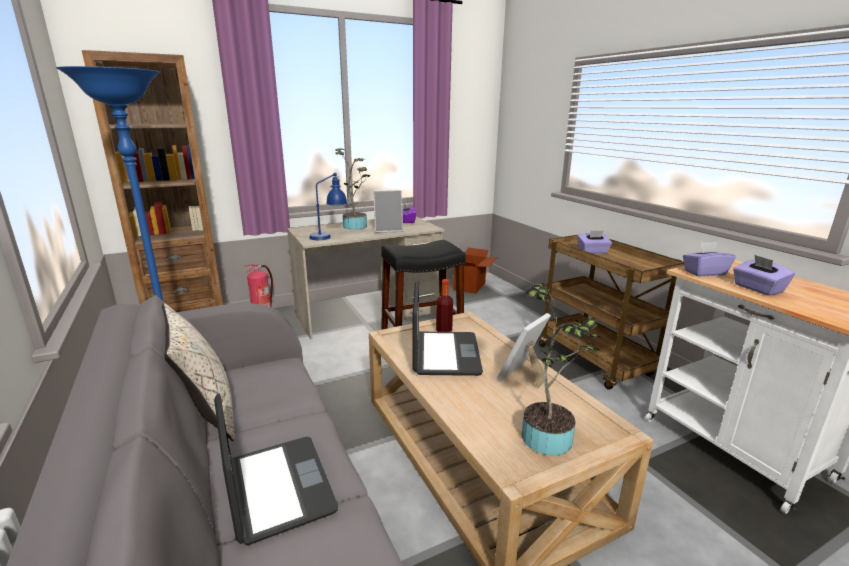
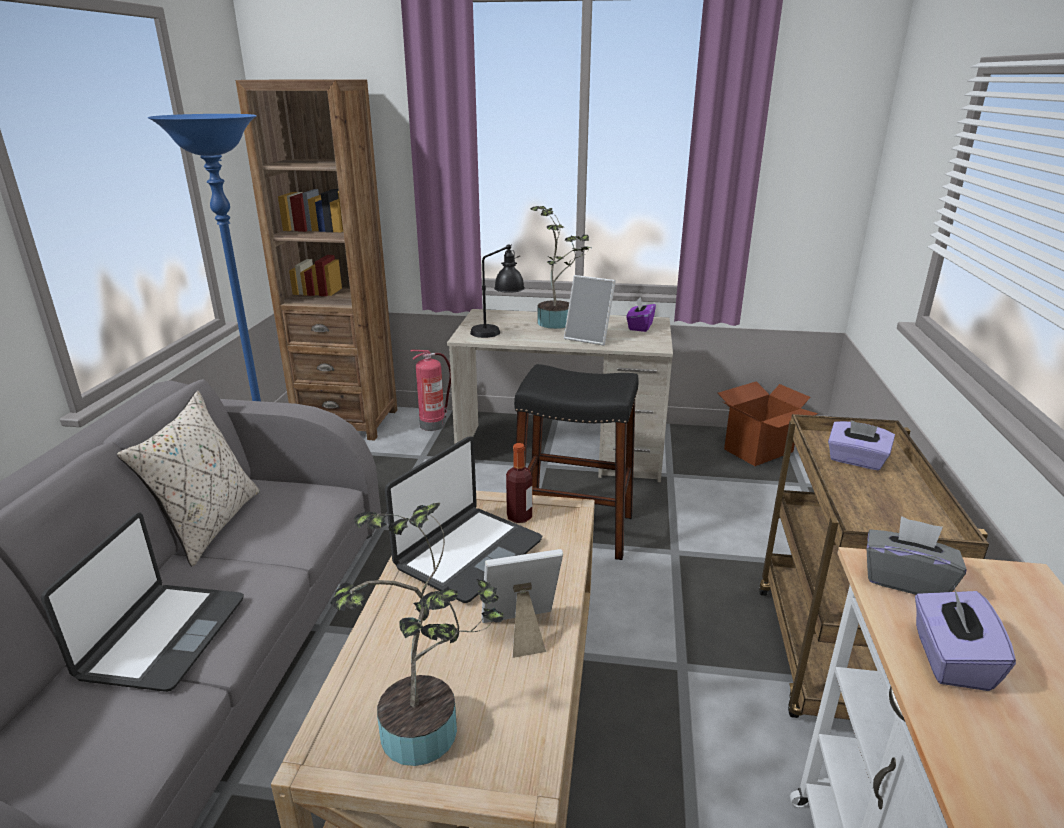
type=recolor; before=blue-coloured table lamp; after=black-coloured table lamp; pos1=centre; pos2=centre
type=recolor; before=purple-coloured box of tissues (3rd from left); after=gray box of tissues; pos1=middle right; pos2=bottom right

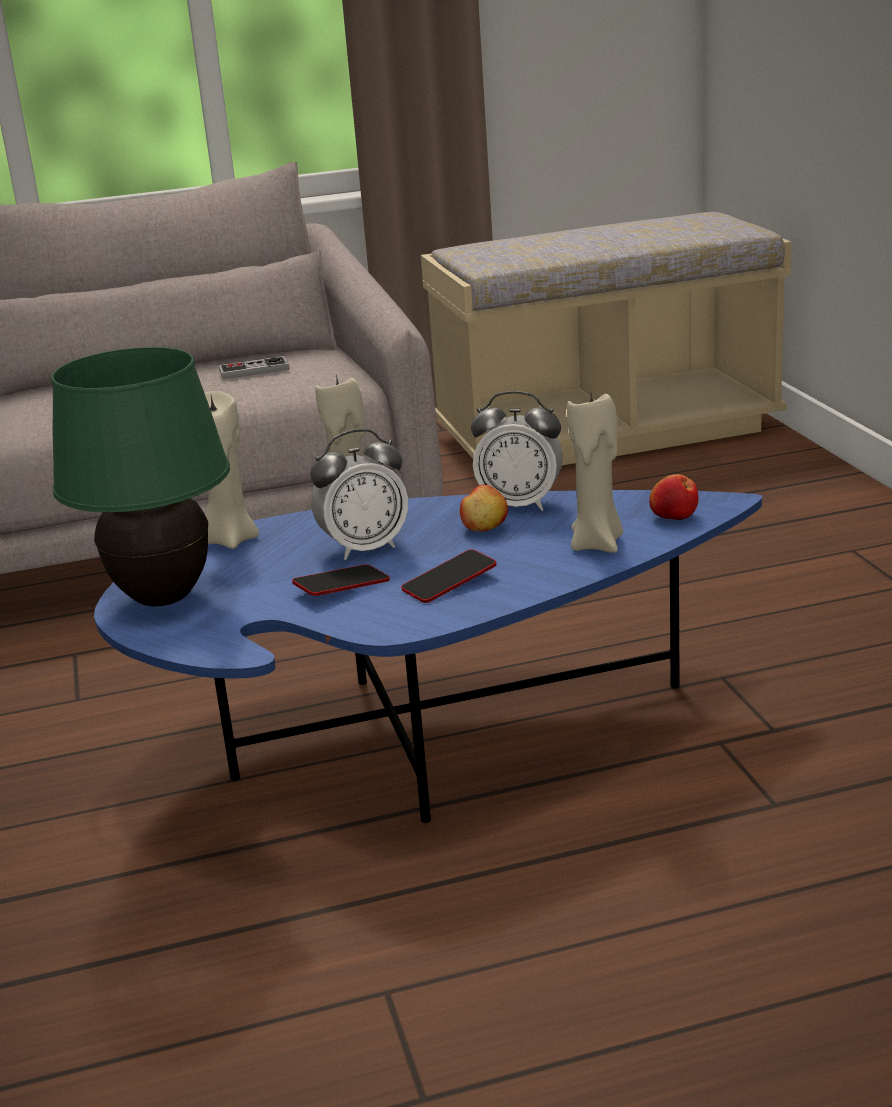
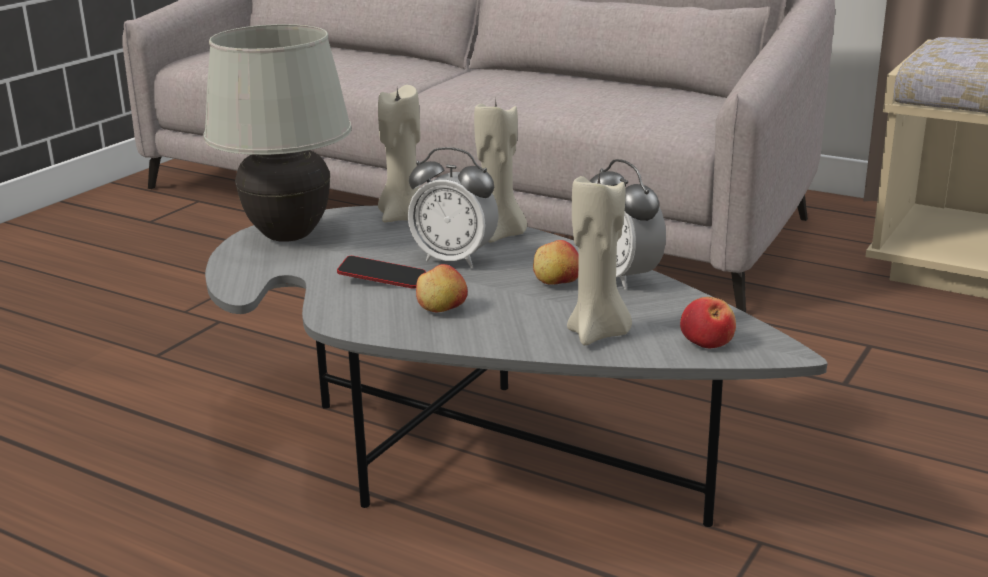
type=recolor; before=green-coloured table lamp; after=white-coloured table lamp; pos1=middle left; pos2=top left
type=delete; before=joypad; pos1=top left
type=recolor; before=blue-coloured low table; after=gray low table; pos1=centre; pos2=centre
type=replace; before=phone (2nd from left); after=whole apple (1st from left); pos1=centre; pos2=centre

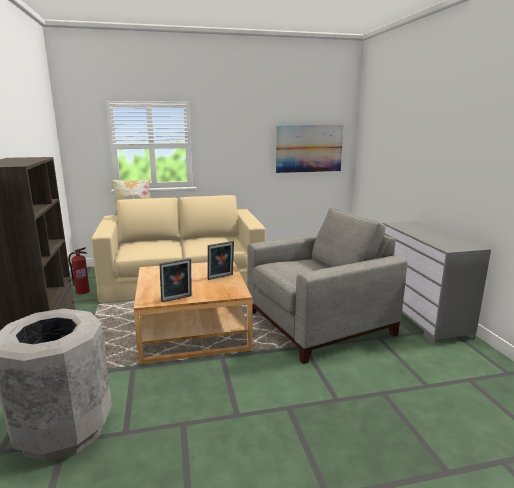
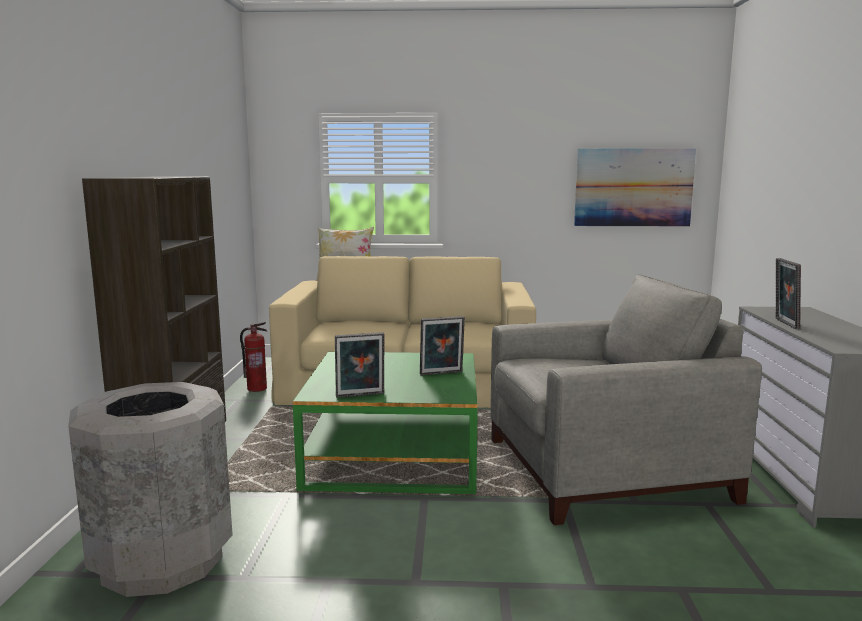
type=recolor; before=sand-coloured low table; after=green-coloured low table; pos1=centre; pos2=bottom centre
type=insert; after=standing frame (3rd from left); pos2=middle right

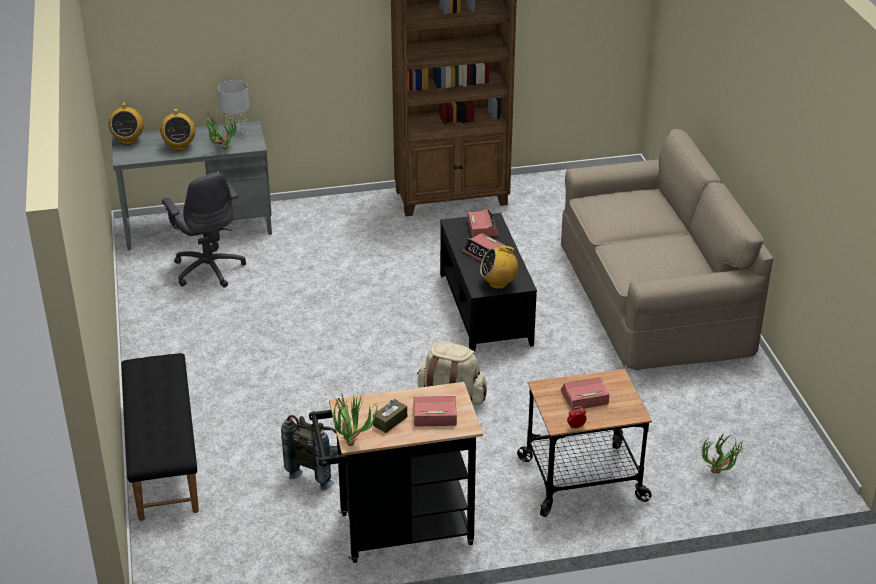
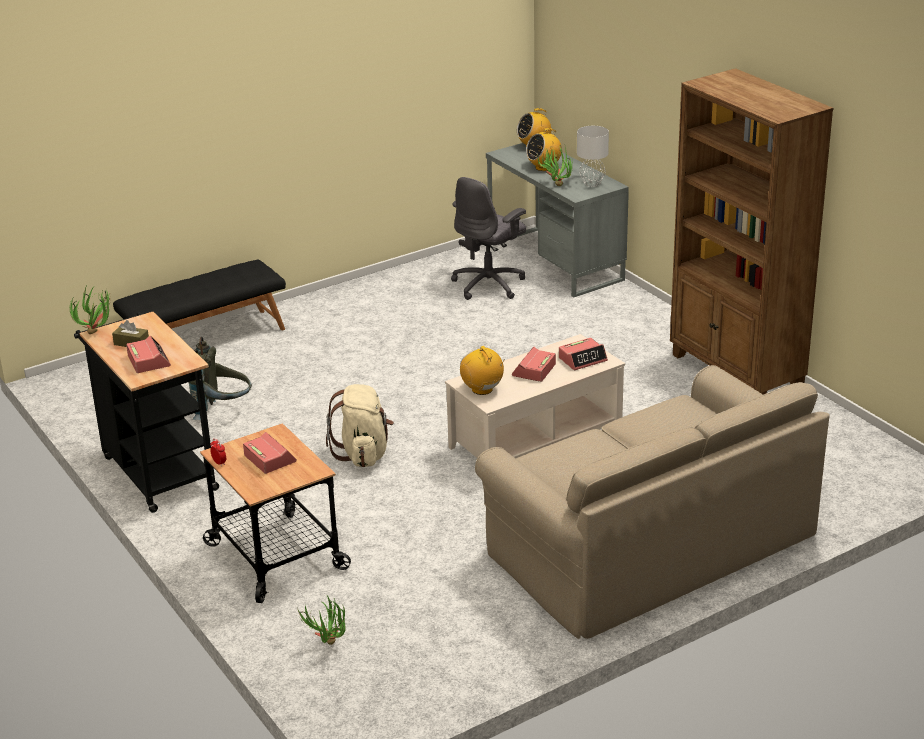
type=recolor; before=black-coloured low table; after=sand-coloured low table; pos1=centre; pos2=centre

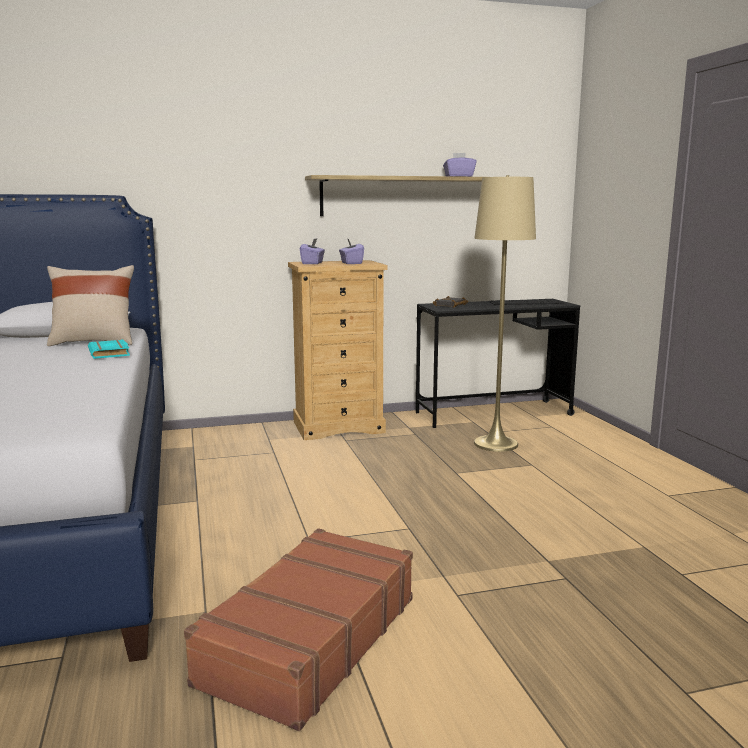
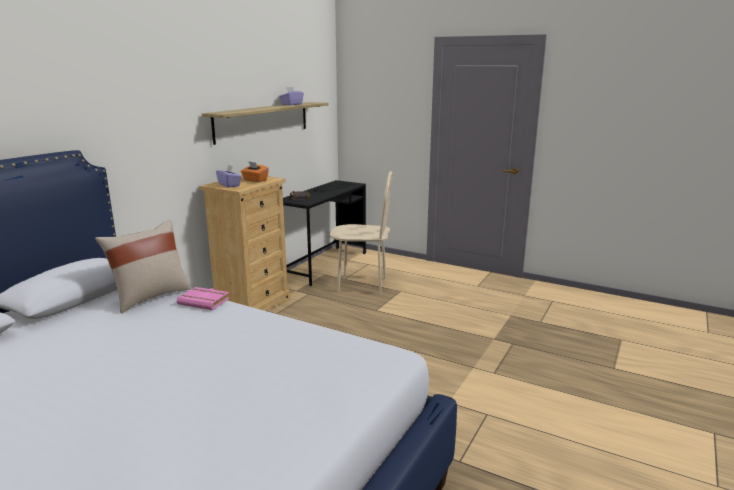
type=replace; before=sand-coloured standing lamp; after=sand-coloured upright chair; pos1=middle right; pos2=centre
type=recolor; before=purple-coloured box of tissues (2nd from left); after=orangey box of tissues; pos1=centre; pos2=centre
type=recolor; before=turquoise-coloured volume; after=pink-coloured volume; pos1=middle left; pos2=middle left
type=delete; before=brown piece of luggage; pos1=bottom centre

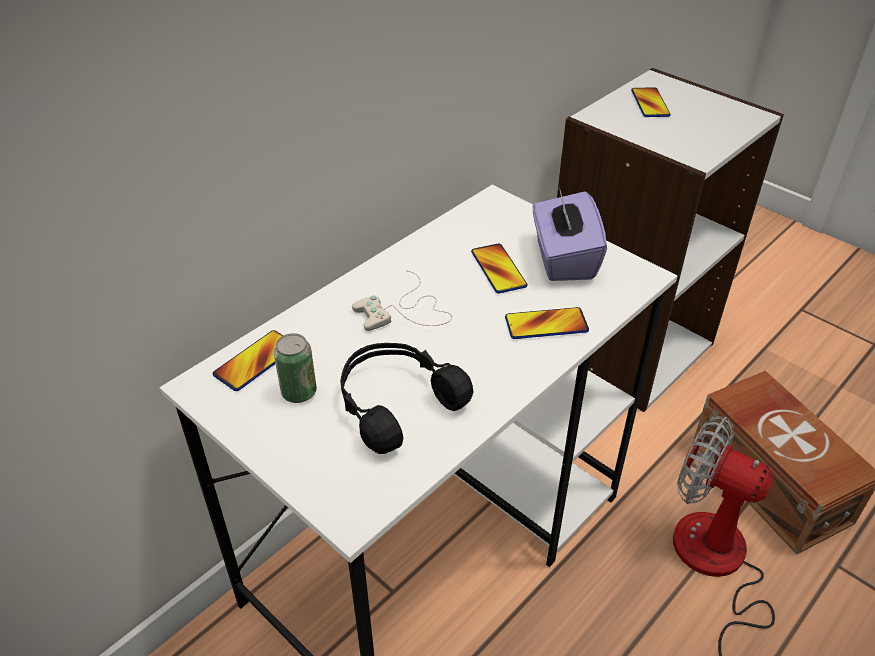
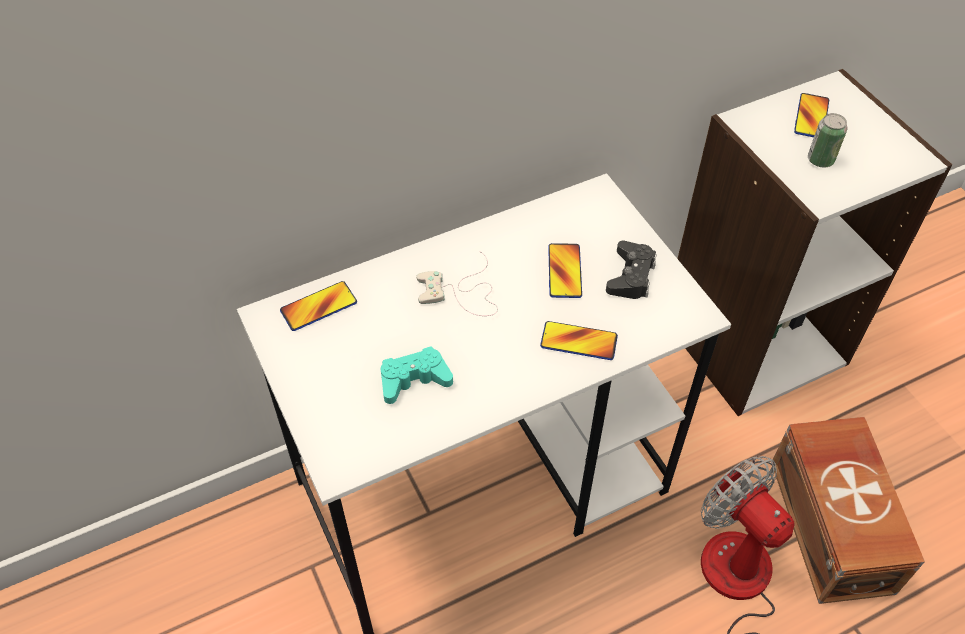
type=replace; before=purple-coloured box of tissues; after=black-coloured joypad; pos1=centre; pos2=centre
type=move; before=can; pos1=centre; pos2=top right
type=replace; before=black-coloured pair of headphones; after=turquoise-coloured joypad; pos1=centre; pos2=centre

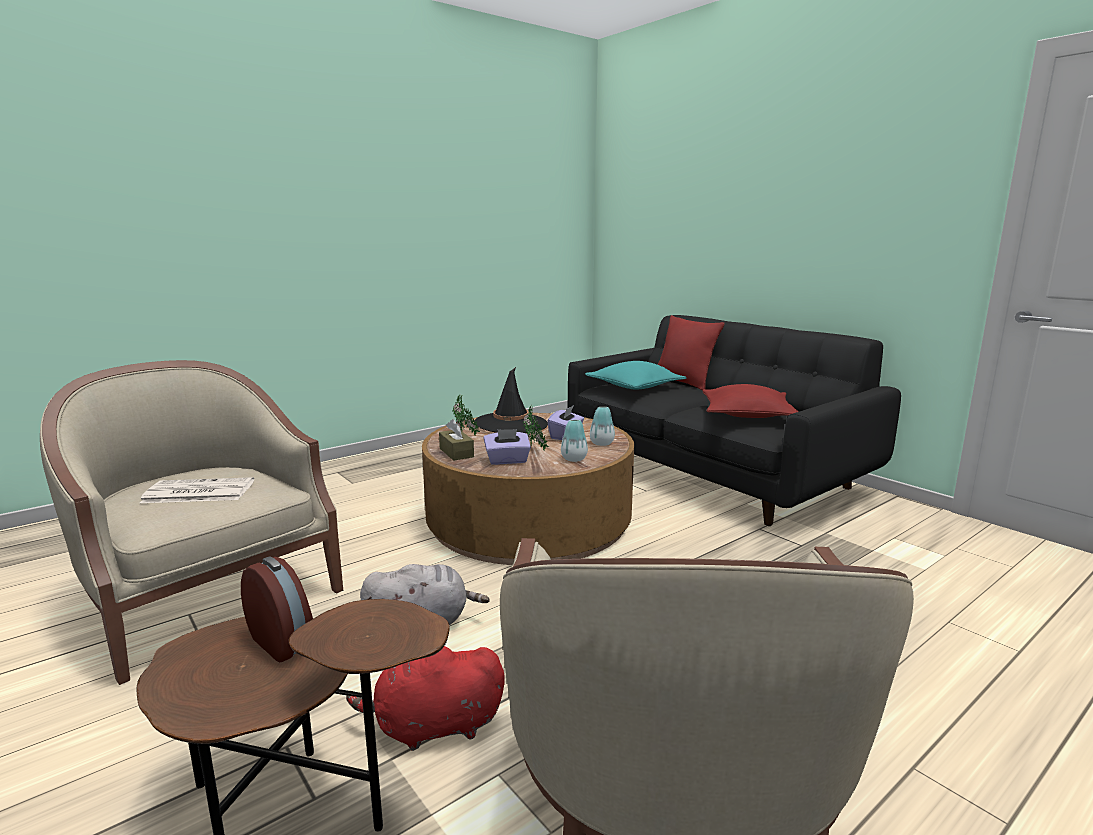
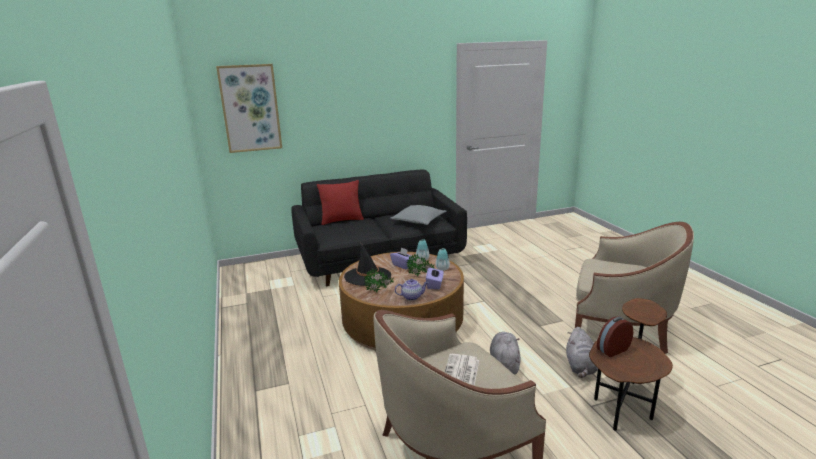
type=delete; before=turquoise-coloured cushion; pos1=centre
type=recolor; before=red-coloured cushion (2nd from left); after=gray cushion; pos1=middle right; pos2=centre
type=replace; before=brown box of tissues; after=teapot; pos1=centre; pos2=centre
type=recolor; before=red-coloured soft toy; after=gray soft toy (2nd from left); pos1=bottom centre; pos2=bottom right
type=insert; after=wall picture; pos2=top left

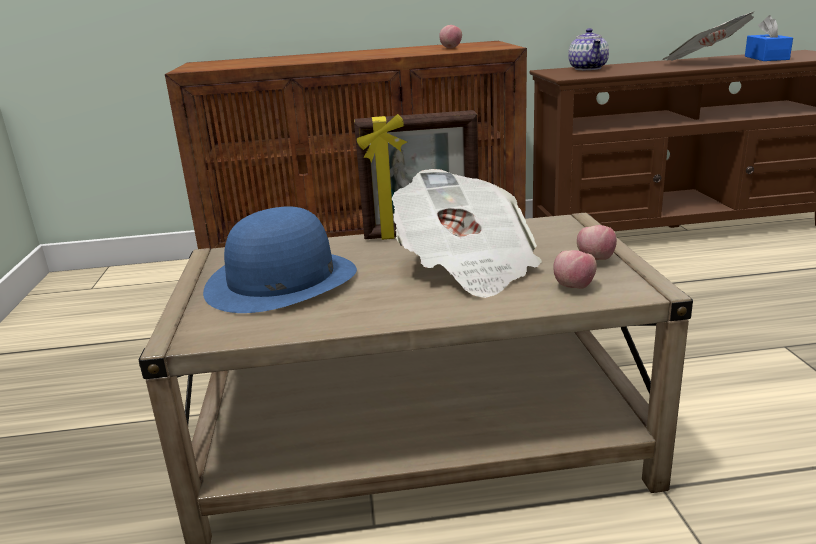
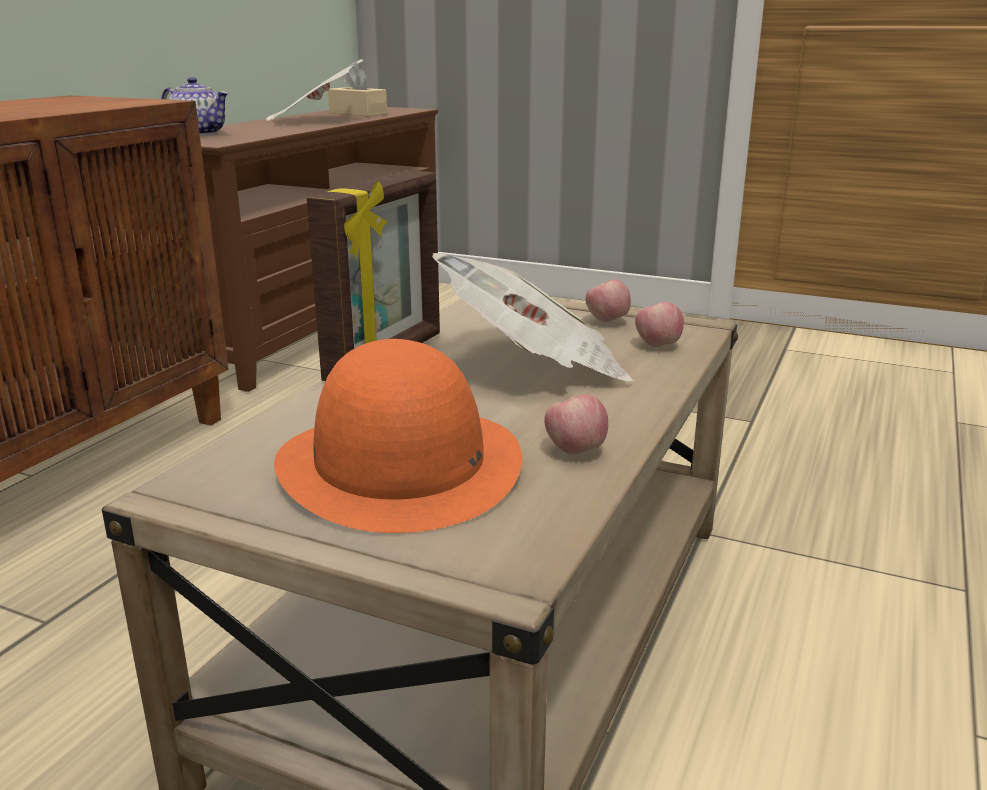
type=recolor; before=blue-coloured box of tissues; after=sand-coloured box of tissues; pos1=top right; pos2=top centre
type=move; before=whole apple (1st from left); pos1=top centre; pos2=centre
type=recolor; before=blue-coloured wearable hat; after=orangey wearable hat; pos1=centre; pos2=centre

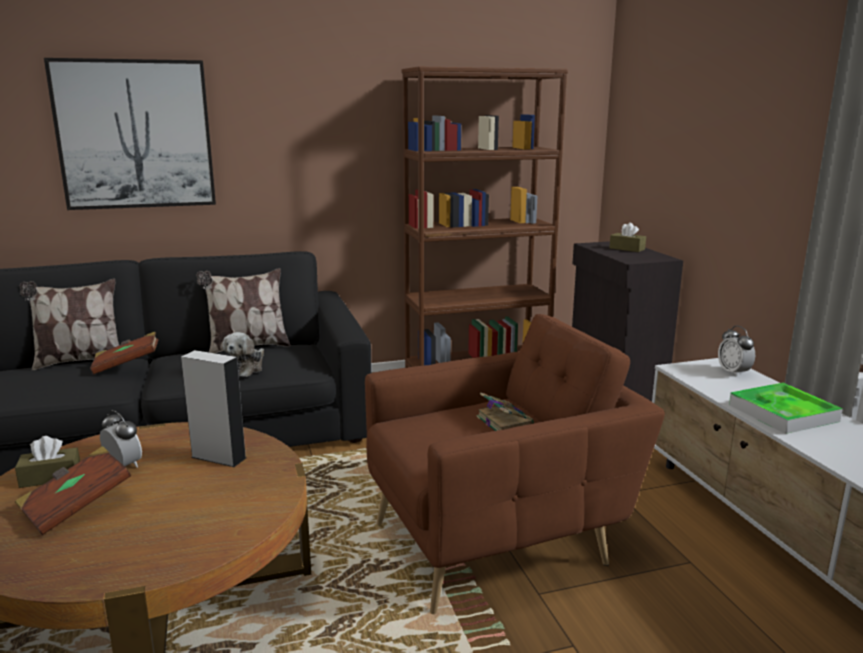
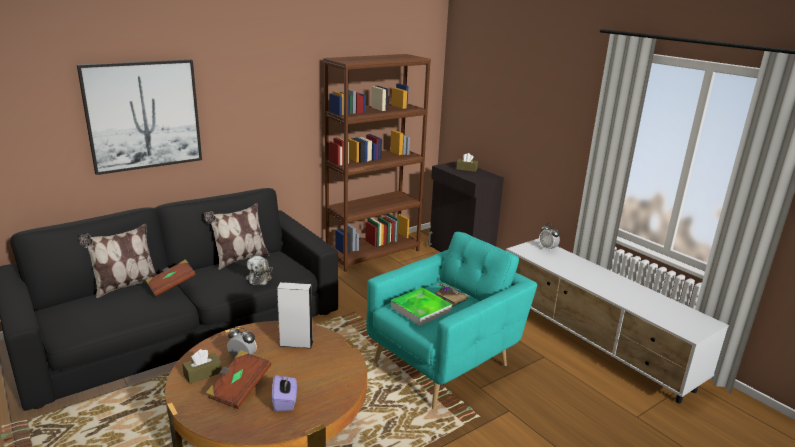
type=recolor; before=brown easy chair; after=turquoise-coloured easy chair; pos1=bottom centre; pos2=bottom centre
type=move; before=serving tray; pos1=middle right; pos2=bottom centre
type=insert; after=purple-coloured box of tissues; pos2=bottom centre

